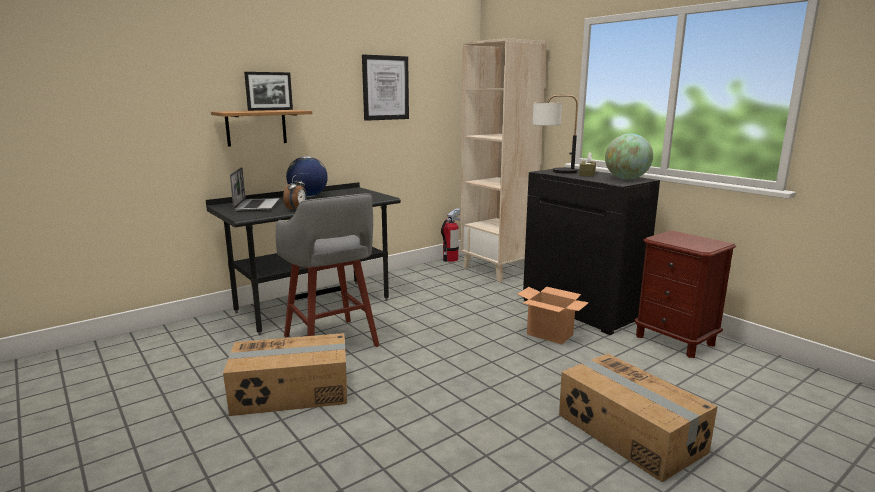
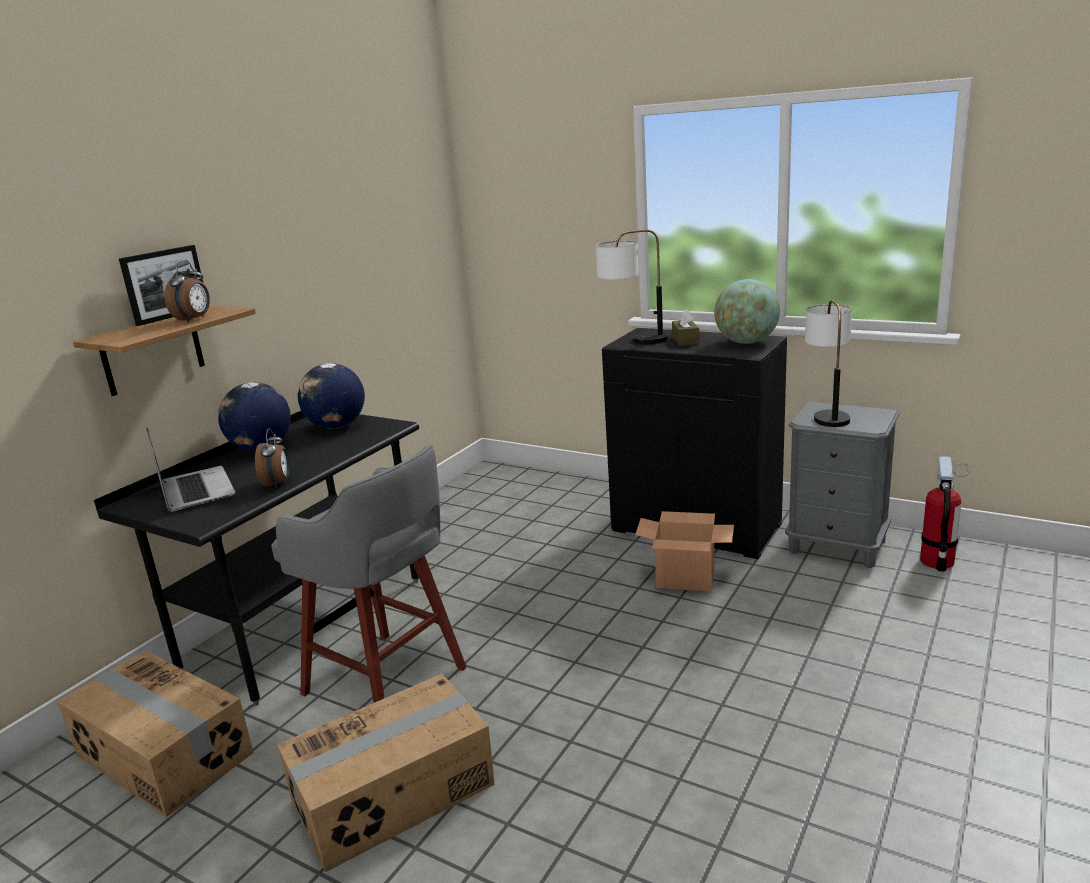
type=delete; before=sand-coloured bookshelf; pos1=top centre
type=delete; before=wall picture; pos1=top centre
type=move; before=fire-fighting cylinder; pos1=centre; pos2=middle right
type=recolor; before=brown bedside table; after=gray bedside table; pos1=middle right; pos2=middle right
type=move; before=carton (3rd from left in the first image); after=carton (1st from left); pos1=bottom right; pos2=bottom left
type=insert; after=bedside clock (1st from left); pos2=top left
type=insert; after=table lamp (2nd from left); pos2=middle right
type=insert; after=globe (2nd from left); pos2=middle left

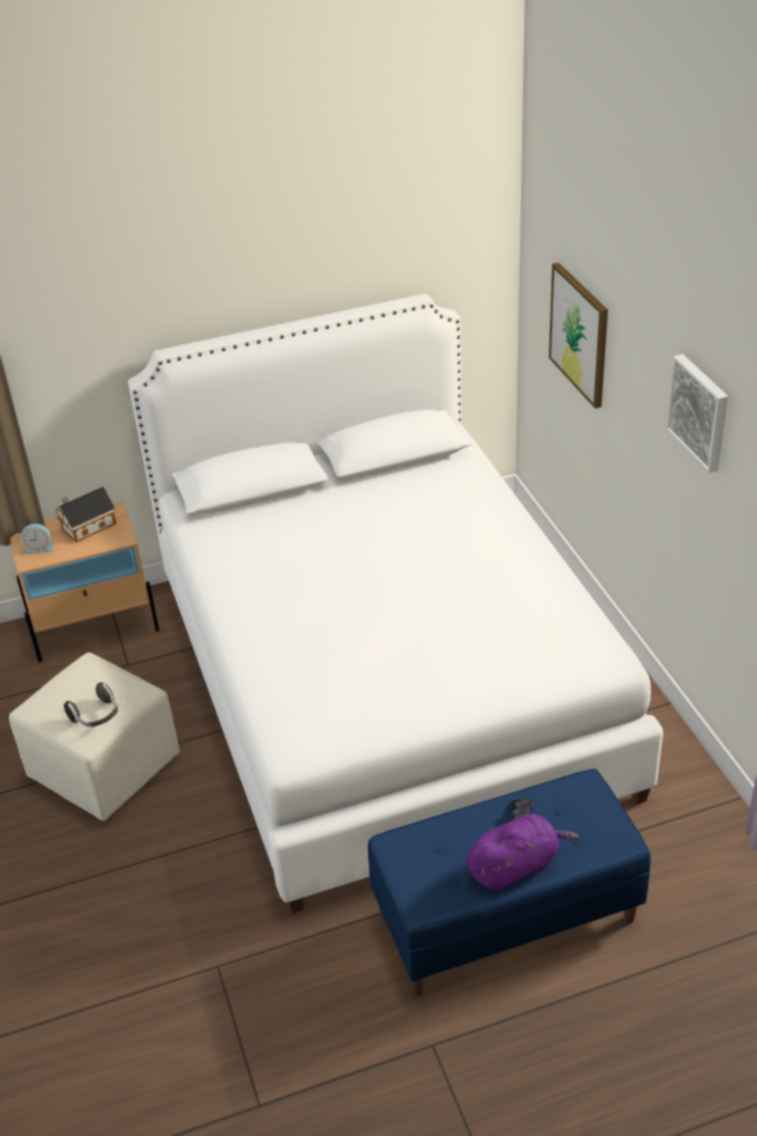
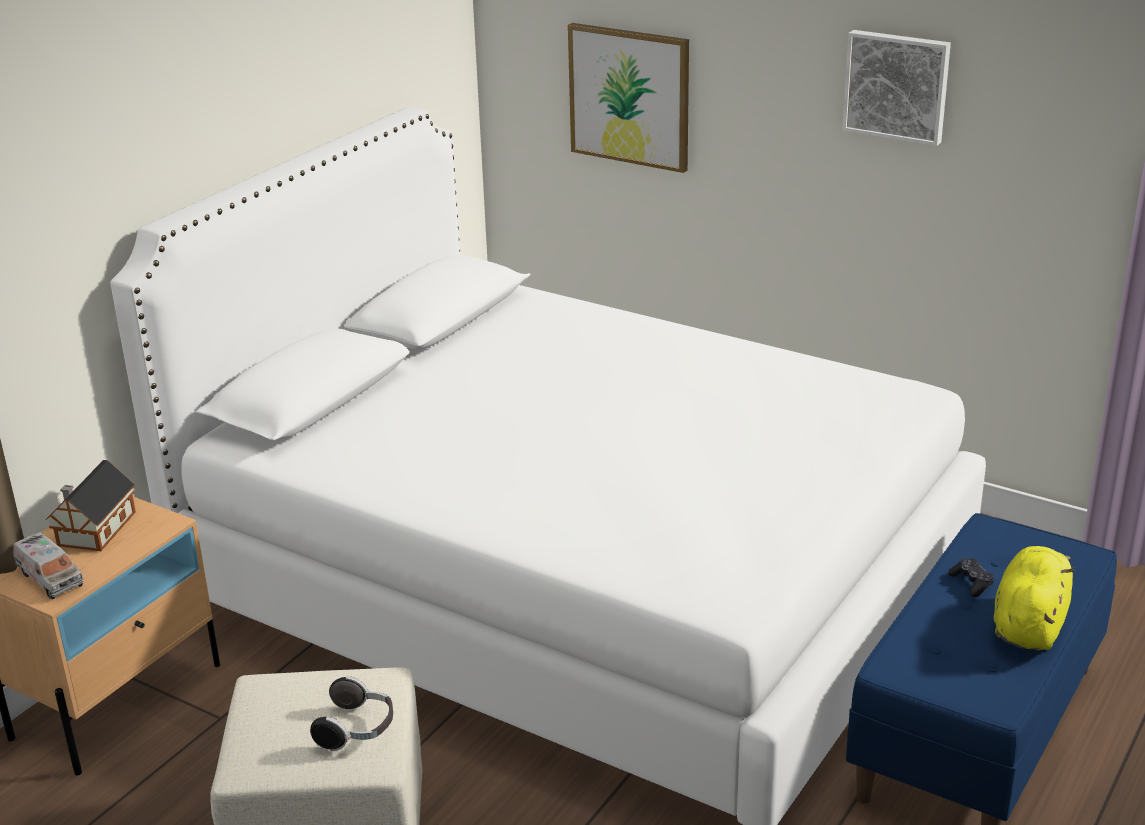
type=replace; before=bedside clock; after=model truck; pos1=middle left; pos2=bottom left
type=recolor; before=purple-coloured soft toy; after=yellow-coloured soft toy; pos1=bottom right; pos2=bottom right

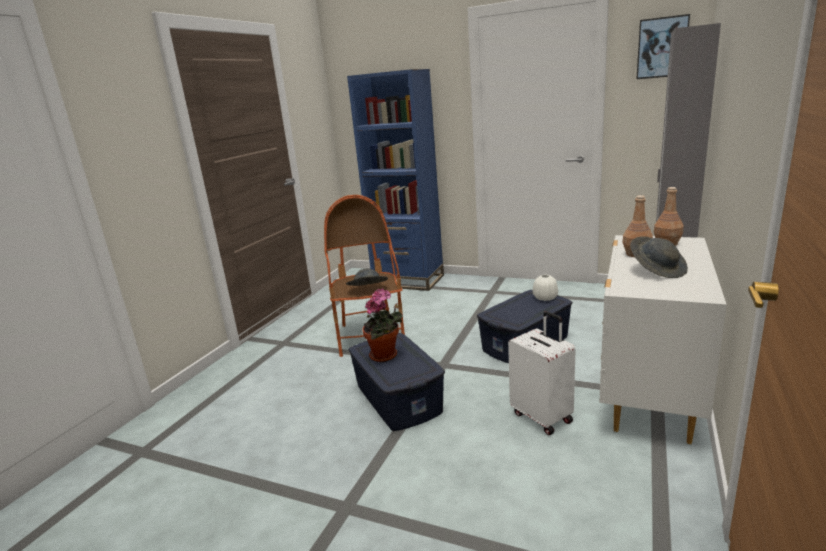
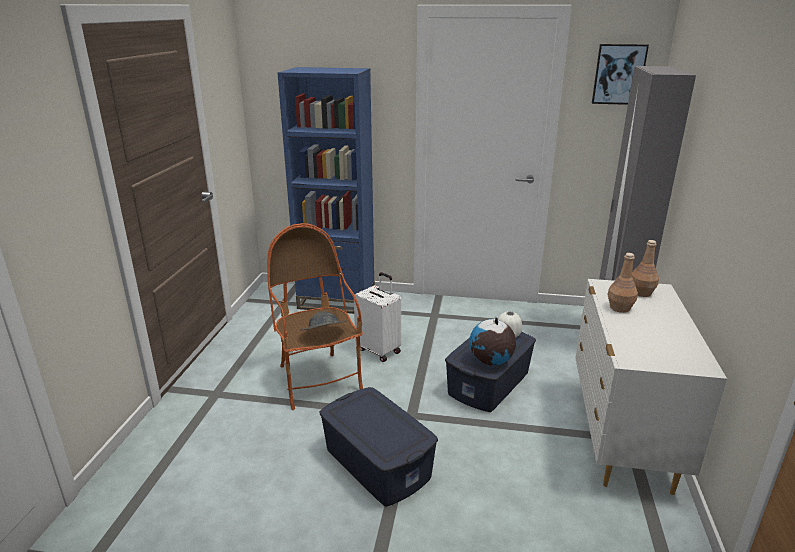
type=delete; before=gray wearable hat (2nd from left); pos1=middle right
type=delete; before=plant in a pot; pos1=centre
type=move; before=white-coloured piece of luggage; pos1=bottom centre; pos2=centre
type=insert; after=globe; pos2=centre

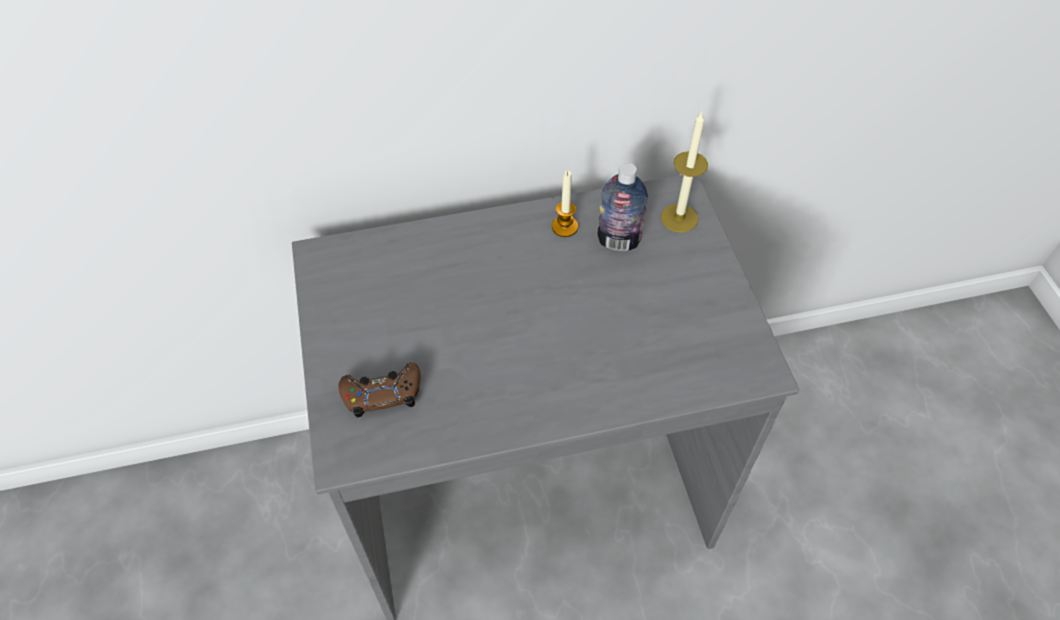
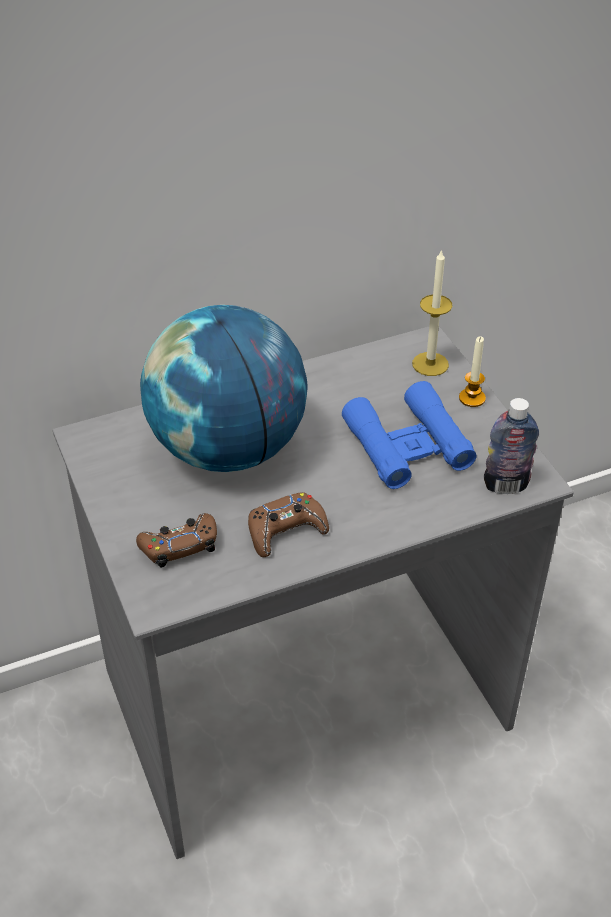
type=move; before=bottle; pos1=centre; pos2=middle right
type=move; before=candle (1st from left in the first image); after=candle (2nd from left); pos1=top centre; pos2=middle right
type=insert; after=globe; pos2=centre
type=insert; after=blue-coloured pair of binoculars; pos2=middle right
type=insert; after=brown joypad (2nd from left); pos2=centre

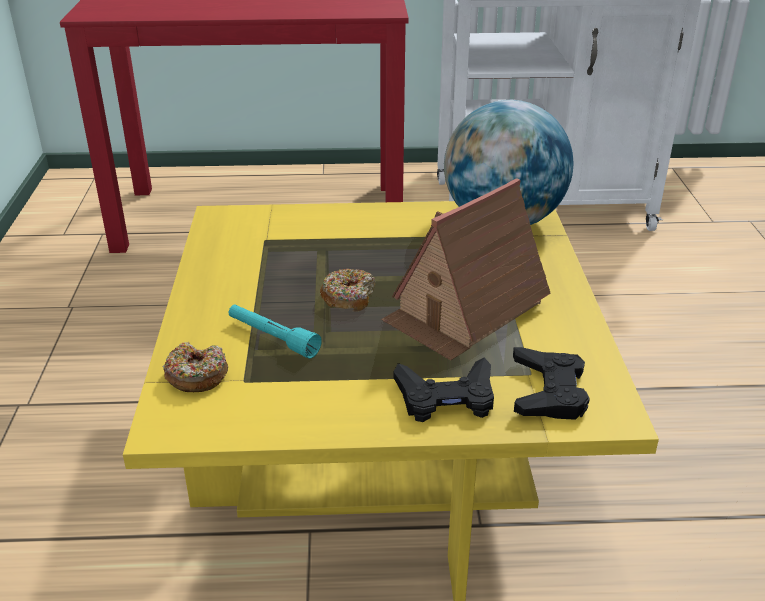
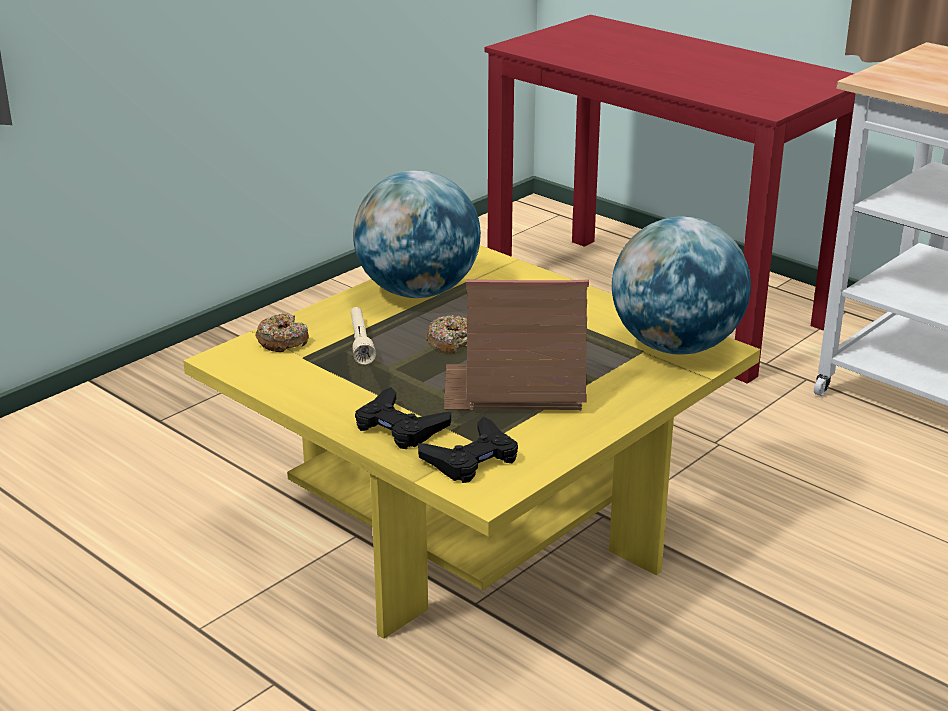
type=recolor; before=turquoise-coloured torch; after=sand-coloured torch; pos1=centre; pos2=centre
type=insert; after=globe (1st from left); pos2=top centre

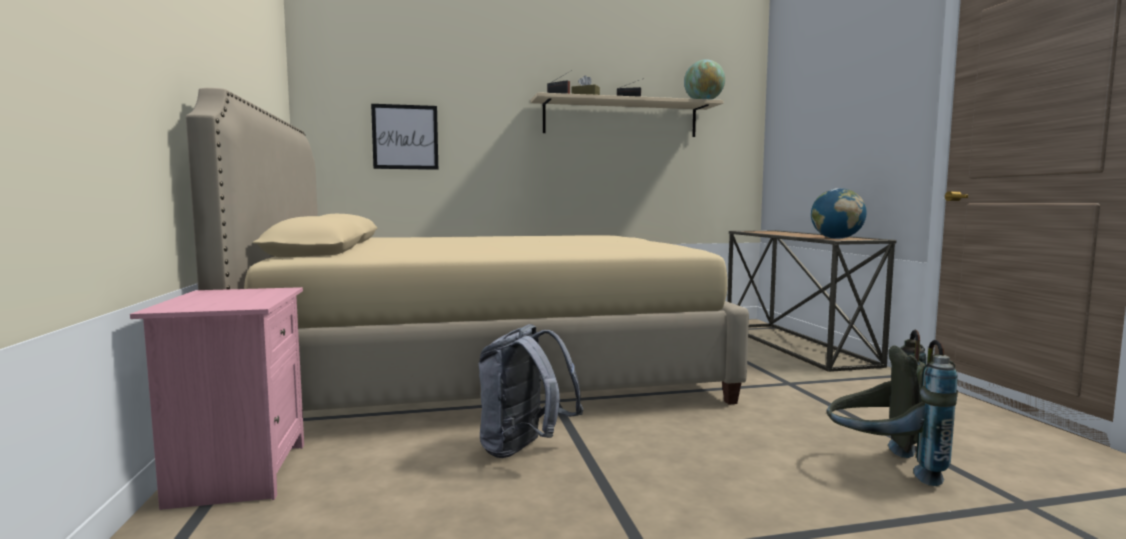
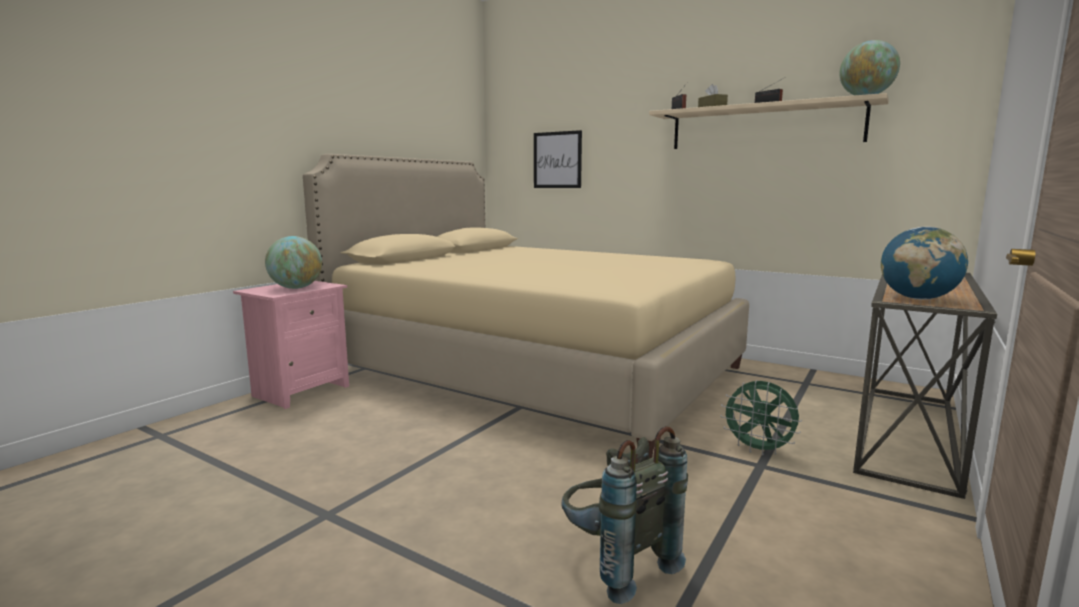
type=delete; before=gray knapsack (1st from left); pos1=bottom centre
type=insert; after=globe (1st from left); pos2=middle left
type=insert; after=green-coloured electric fan; pos2=bottom right

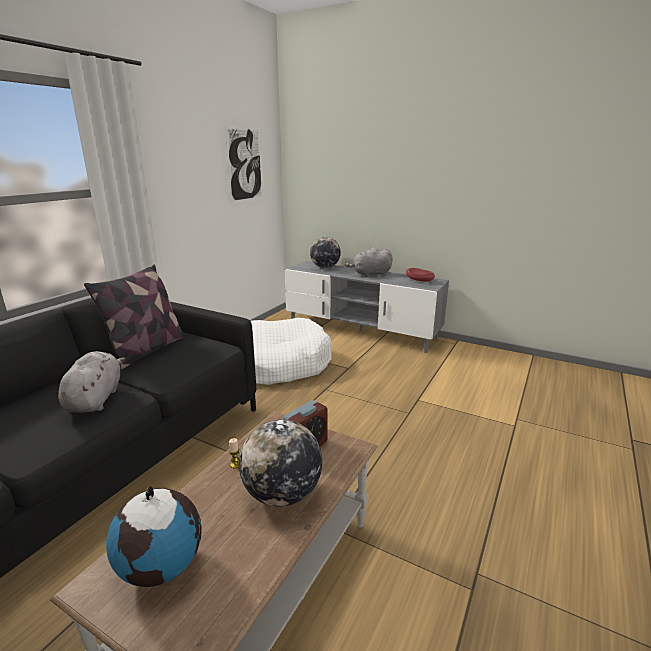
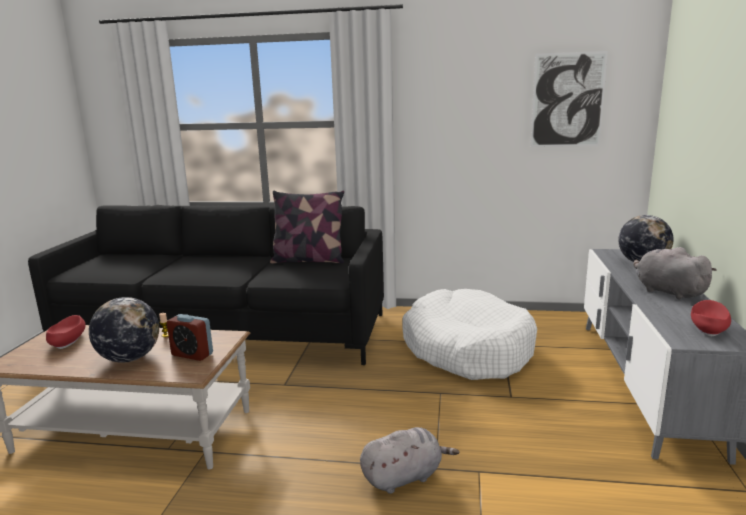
type=move; before=gray soft toy (1st from left); pos1=middle left; pos2=bottom centre
type=replace; before=globe (1st from left); after=red-coloured serving bowl (1st from left); pos1=bottom left; pos2=middle left

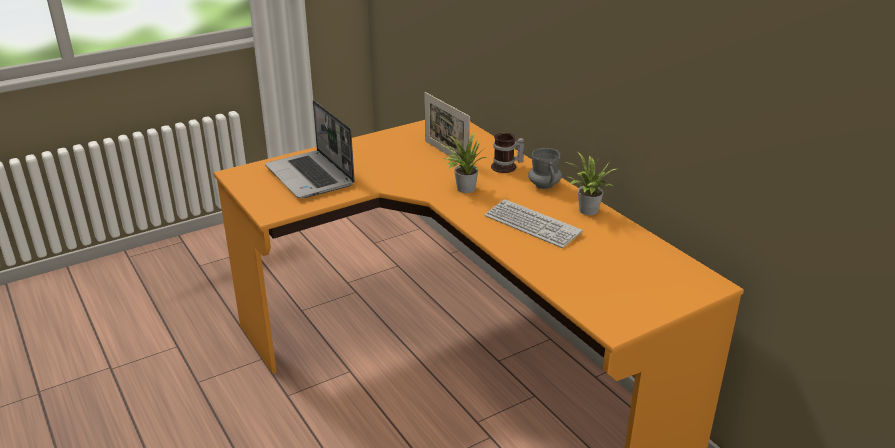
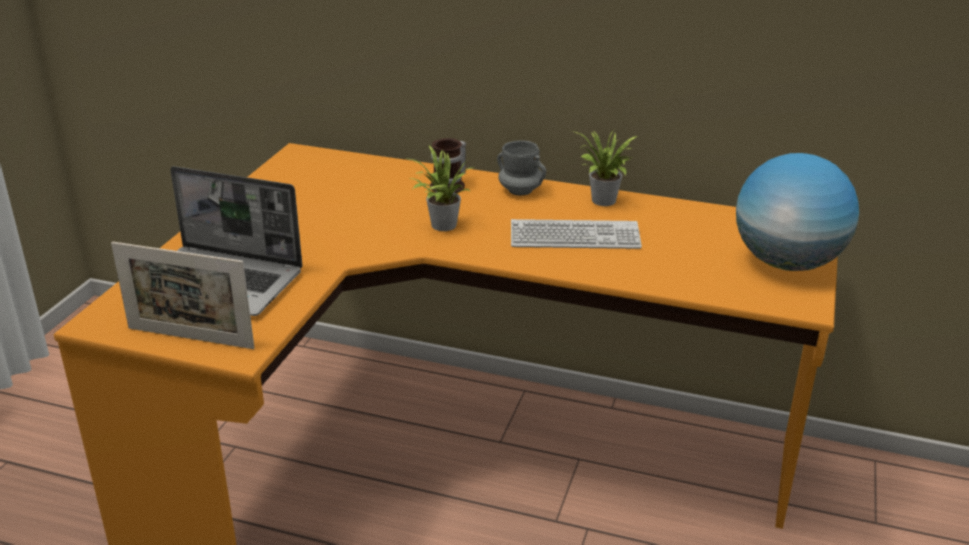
type=move; before=standing frame; pos1=top centre; pos2=middle left
type=insert; after=globe; pos2=middle right

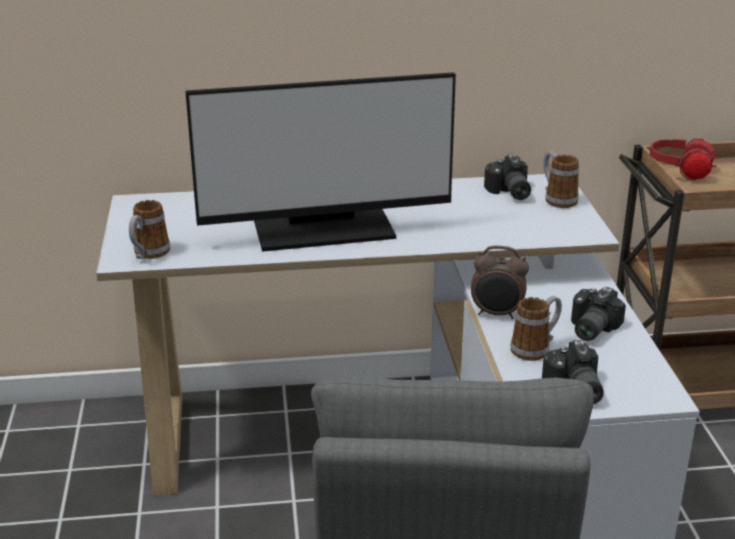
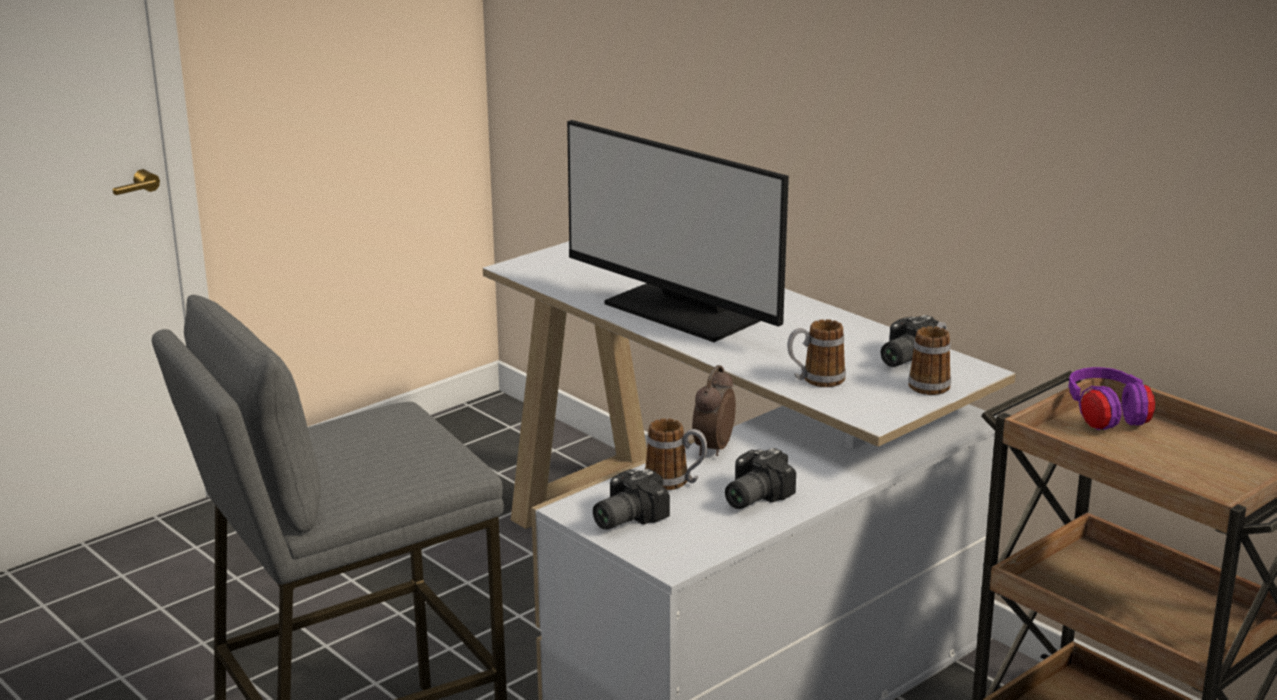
type=recolor; before=red-coloured pair of headphones; after=purple-coloured pair of headphones; pos1=top right; pos2=middle right
type=move; before=tea mug (1st from left in the first image); after=tea mug (2nd from left); pos1=middle left; pos2=centre
type=rotate; before=bedside clock; pos1=middle right; pos2=centre; turn=45
type=rotate; before=photo camera (3rd from left in the first image); pos1=middle right; pos2=bottom centre; turn=-45

